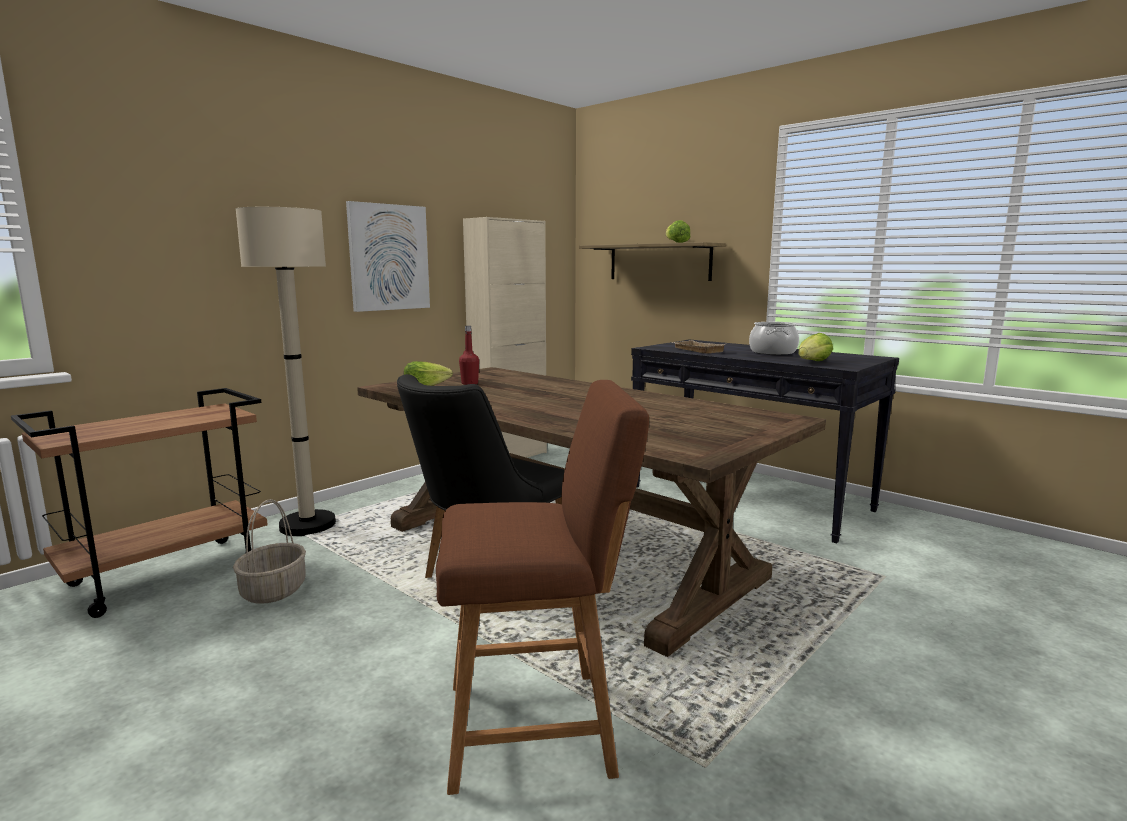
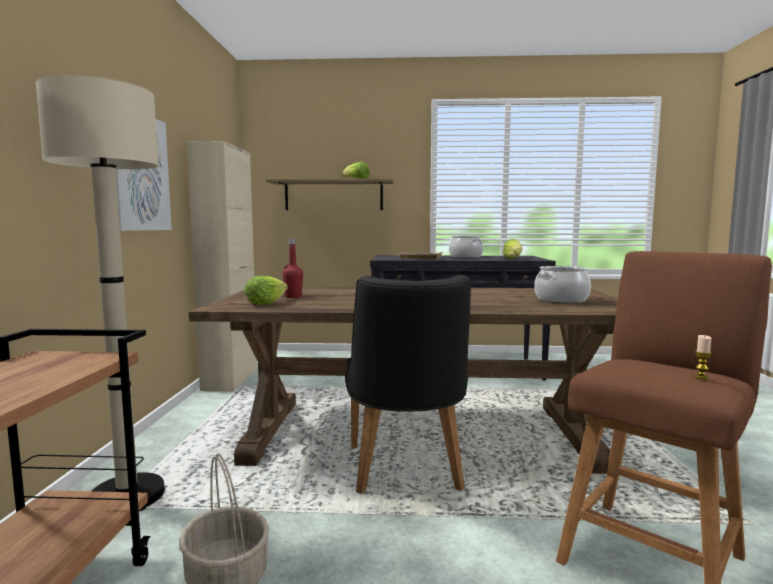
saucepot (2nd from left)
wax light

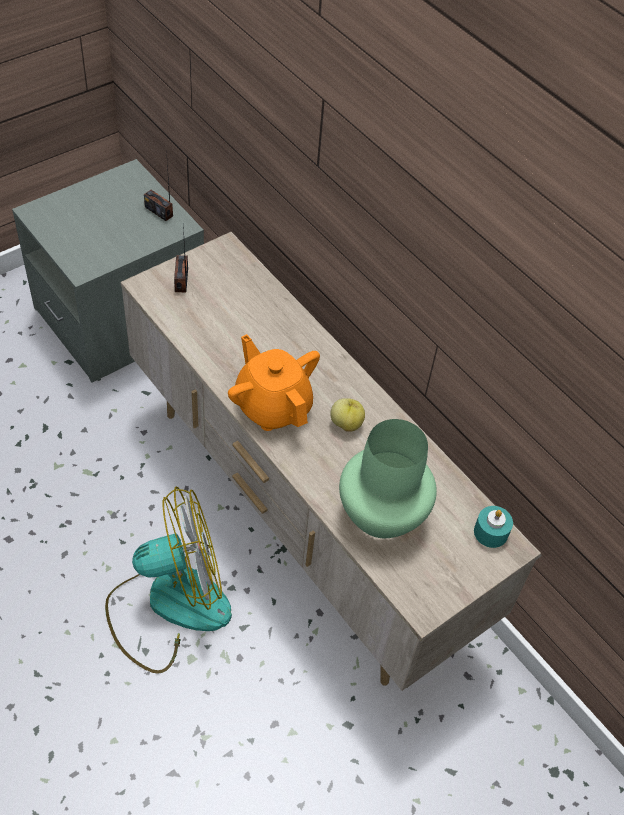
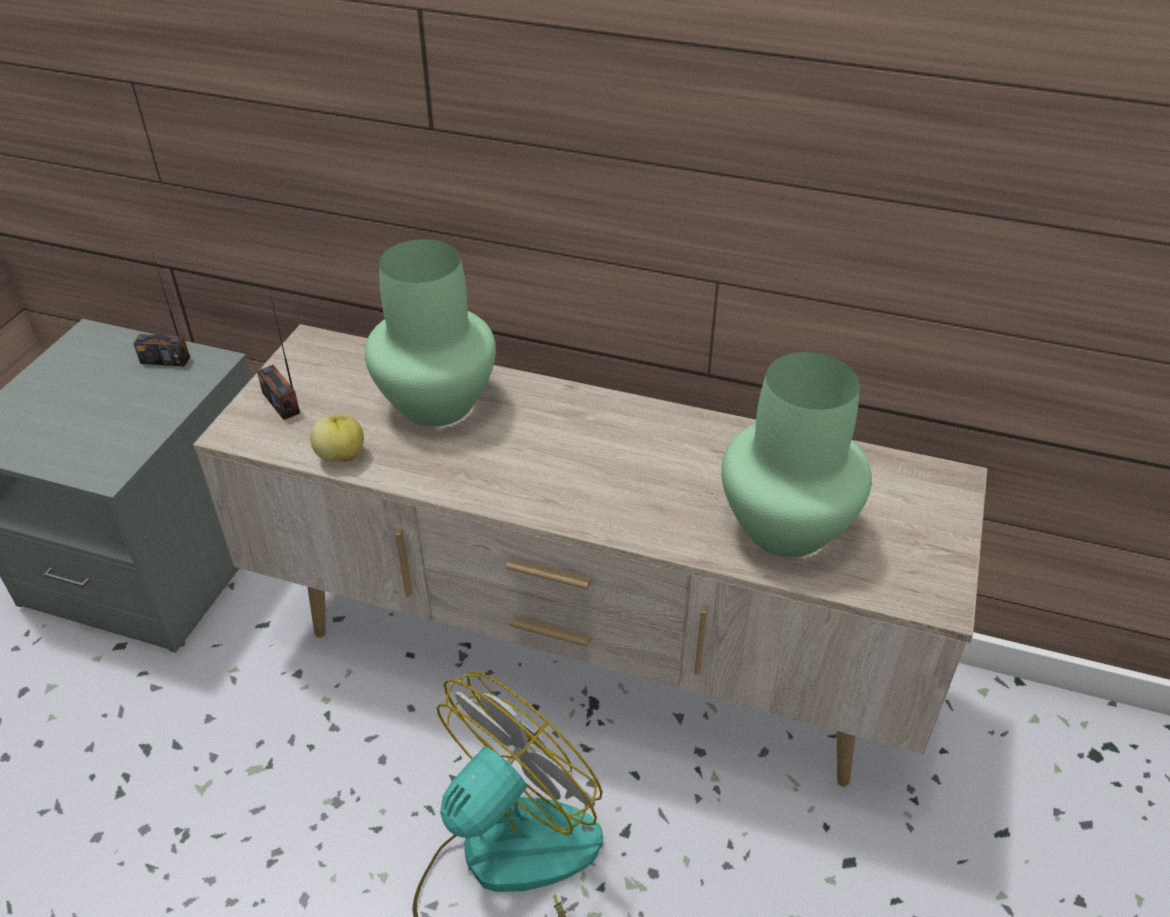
orange-coloured pot for tea
apple
turquoise wax light
greenish decorative vase (1st from left)

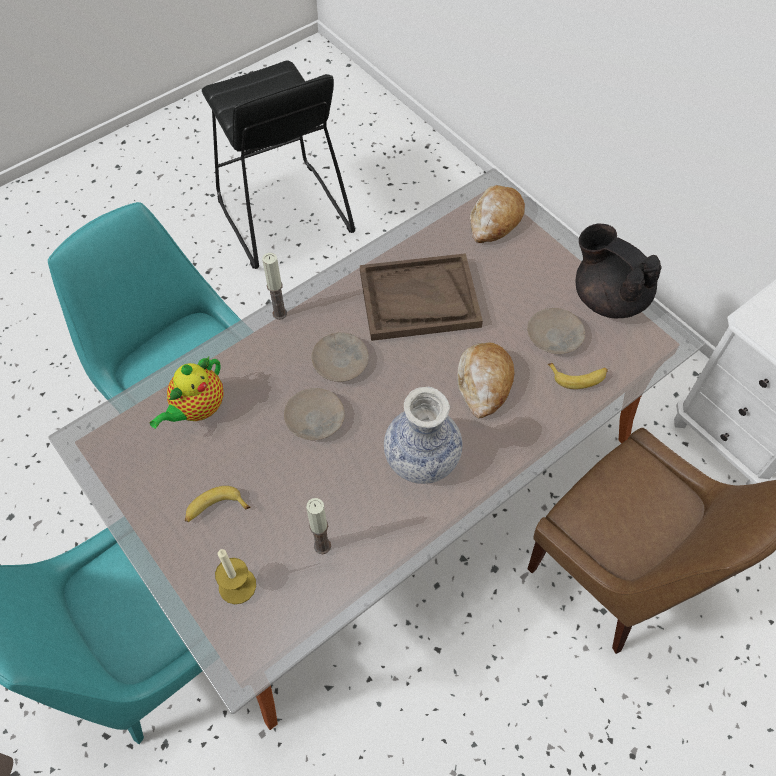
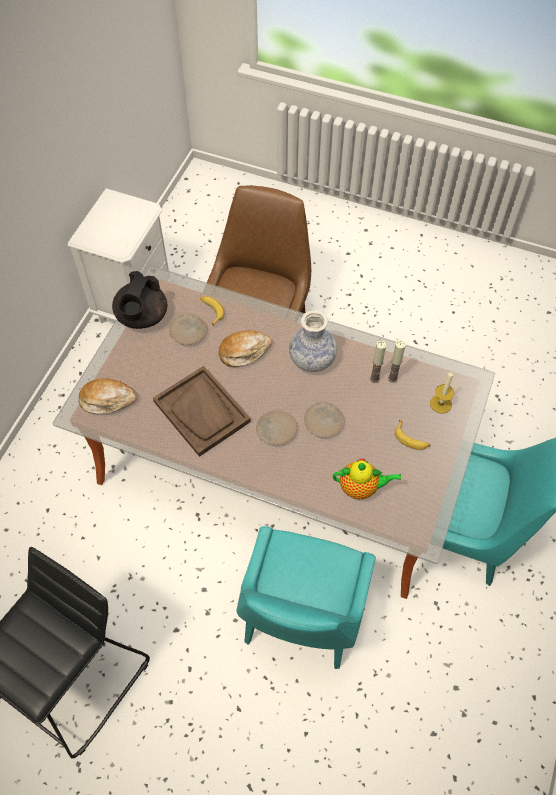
wax light (1st from left)

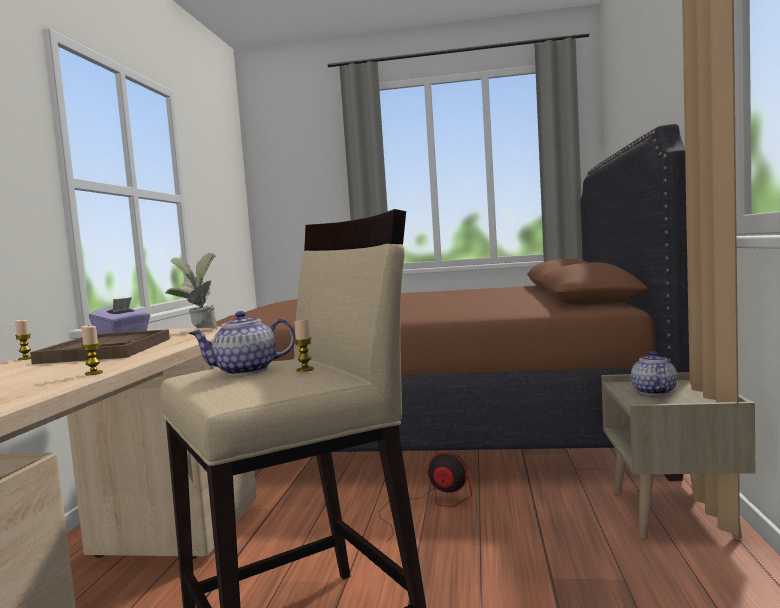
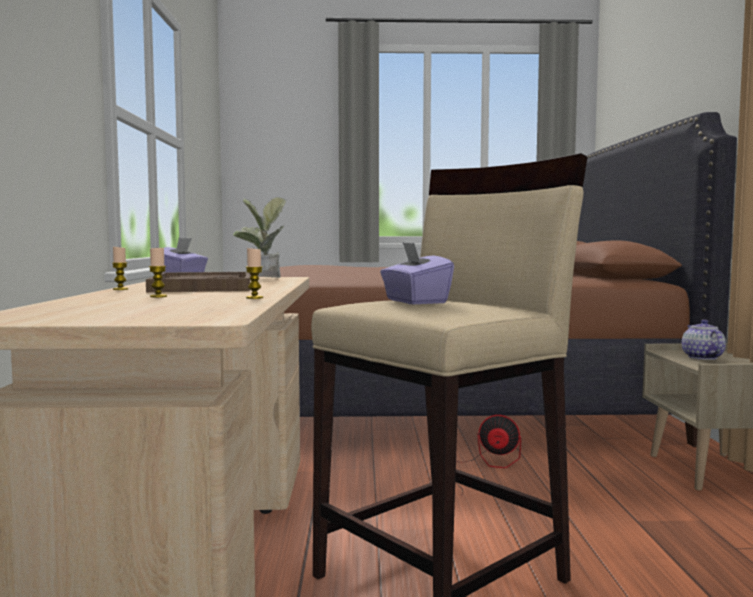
purple-coloured tissue box (2nd from left)
wax light (2nd from left)

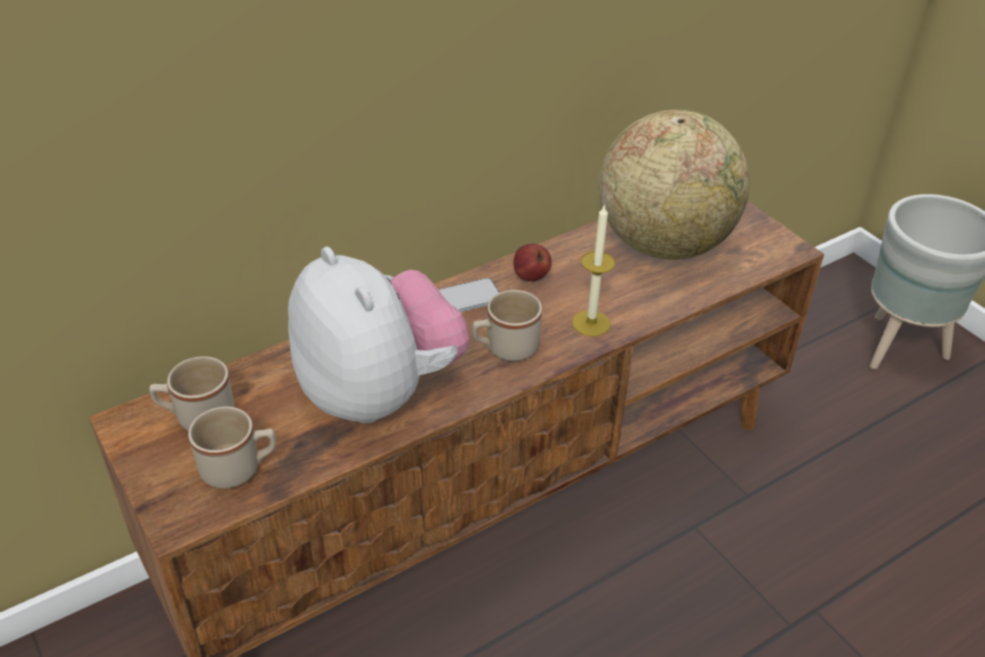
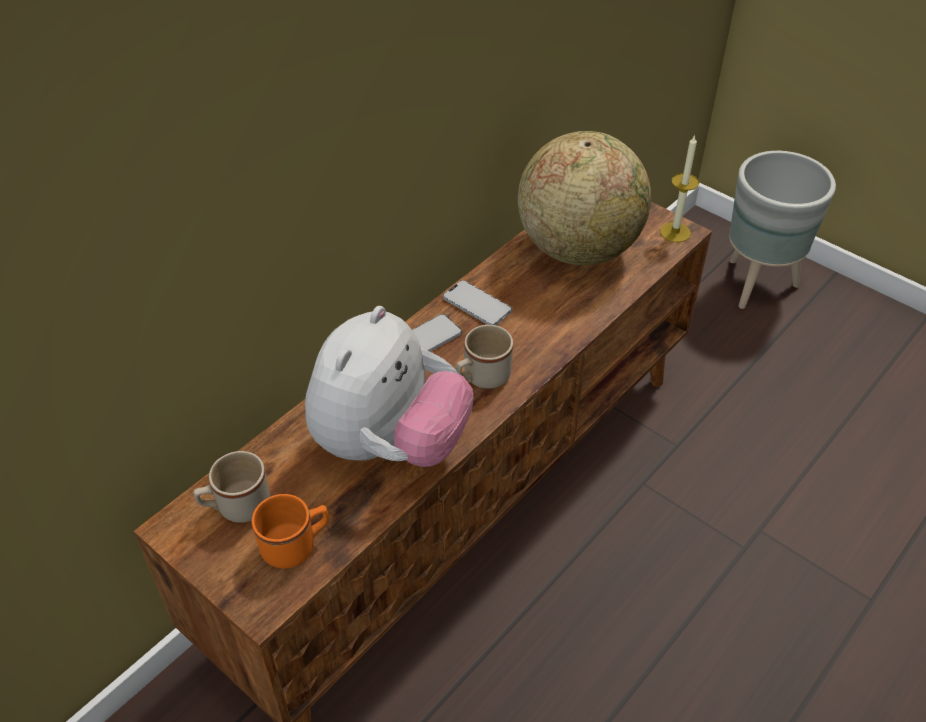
orange-coloured coffee mug
cuddly toy
handset (2nd from left)
wax light

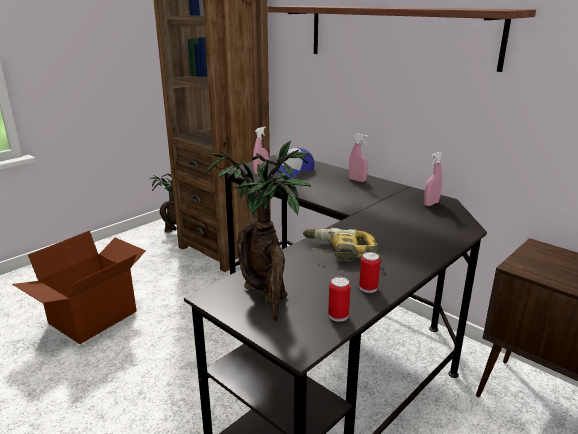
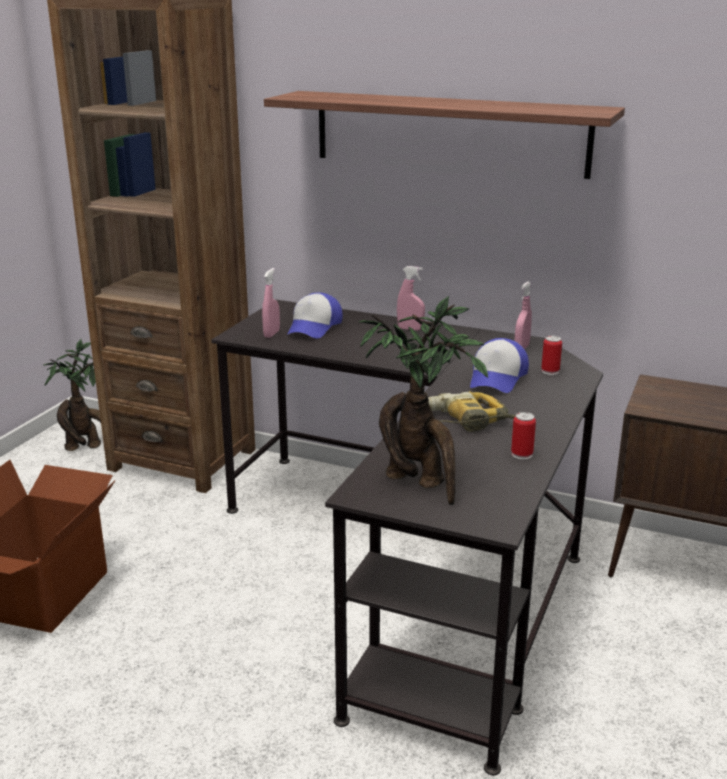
metal can (2nd from left)
peaked cap (2nd from left)

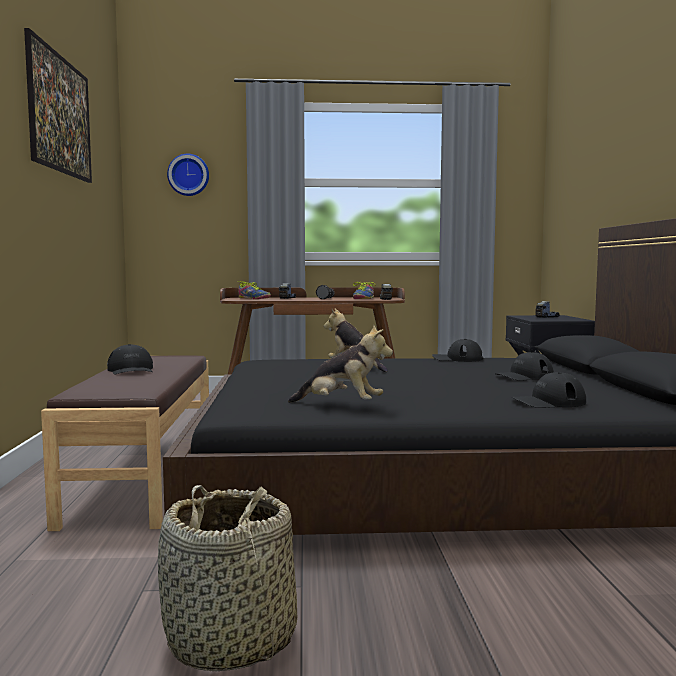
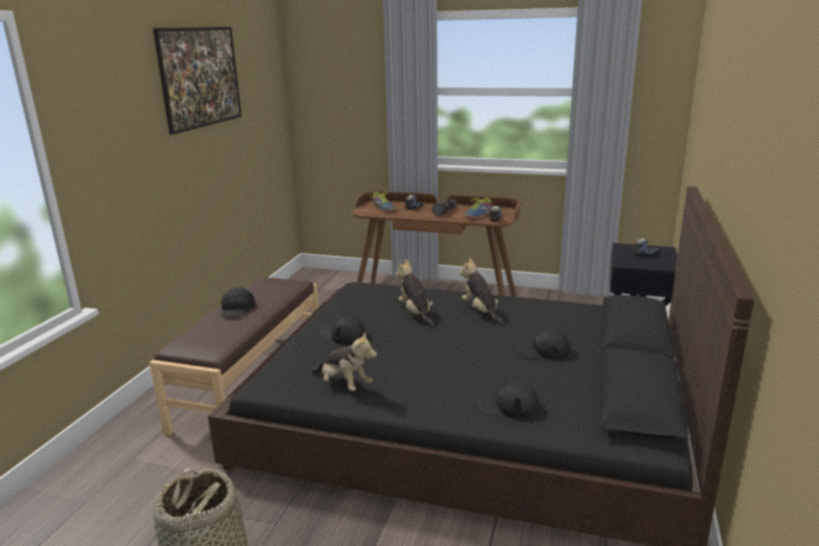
wall clock
blackish peaked cap (2nd from left)
cuddly toy (3rd from left)

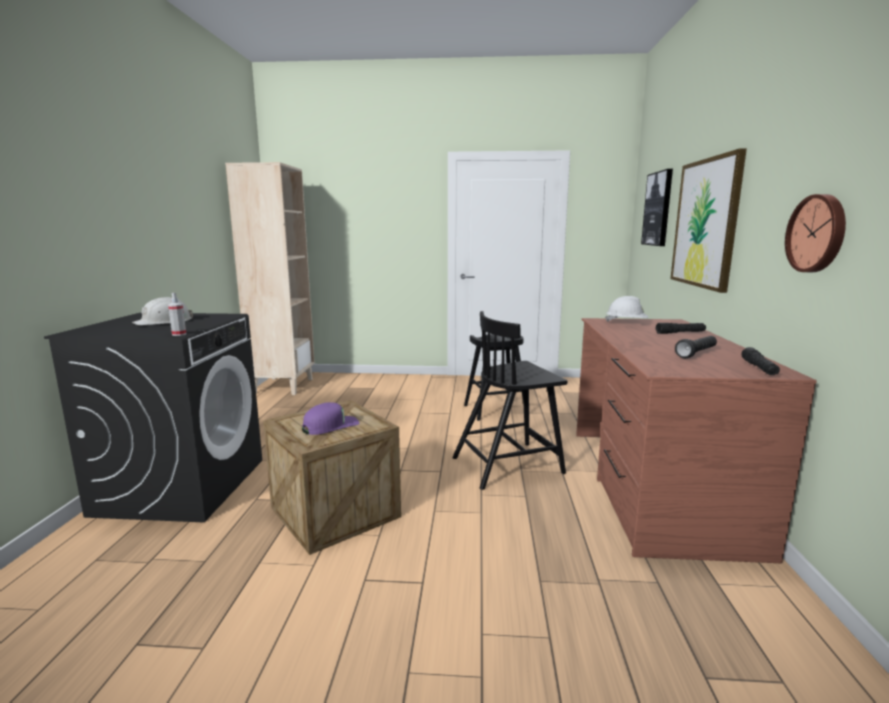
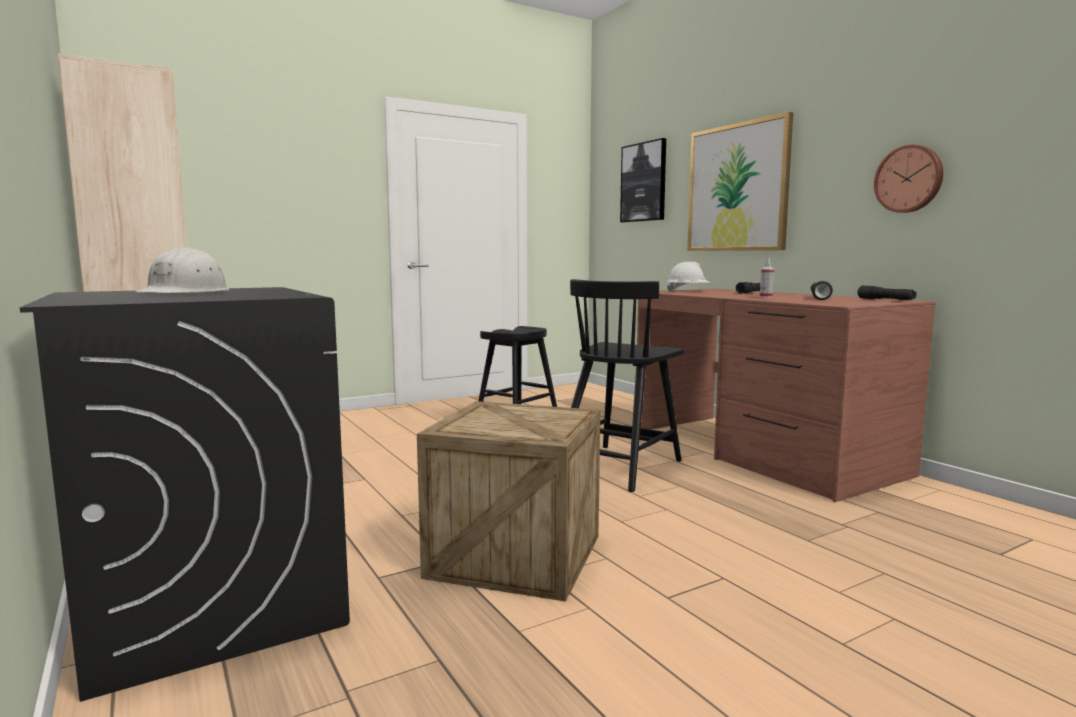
sprayer
purple-coloured peaked cap

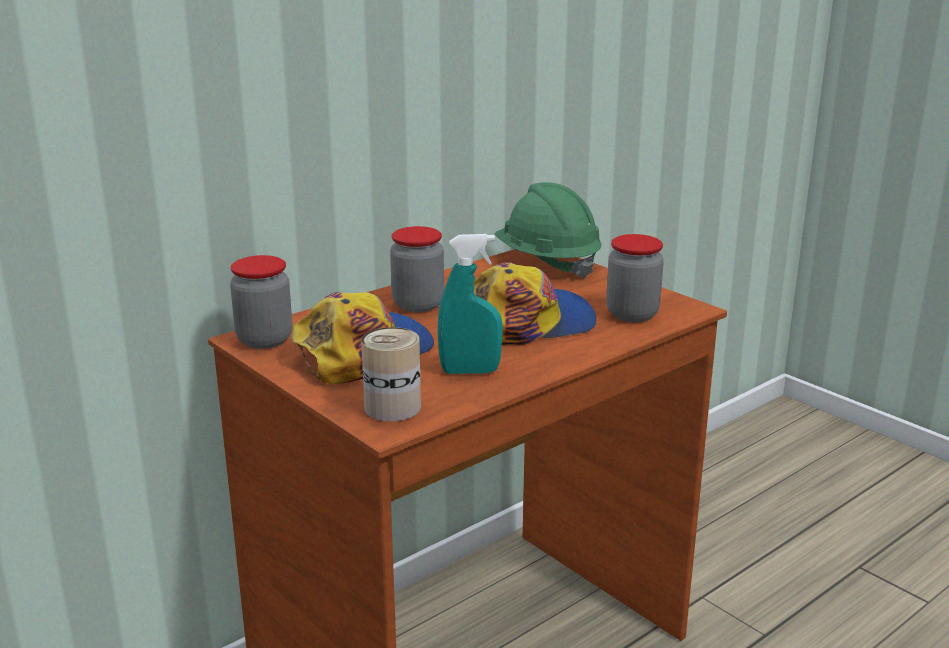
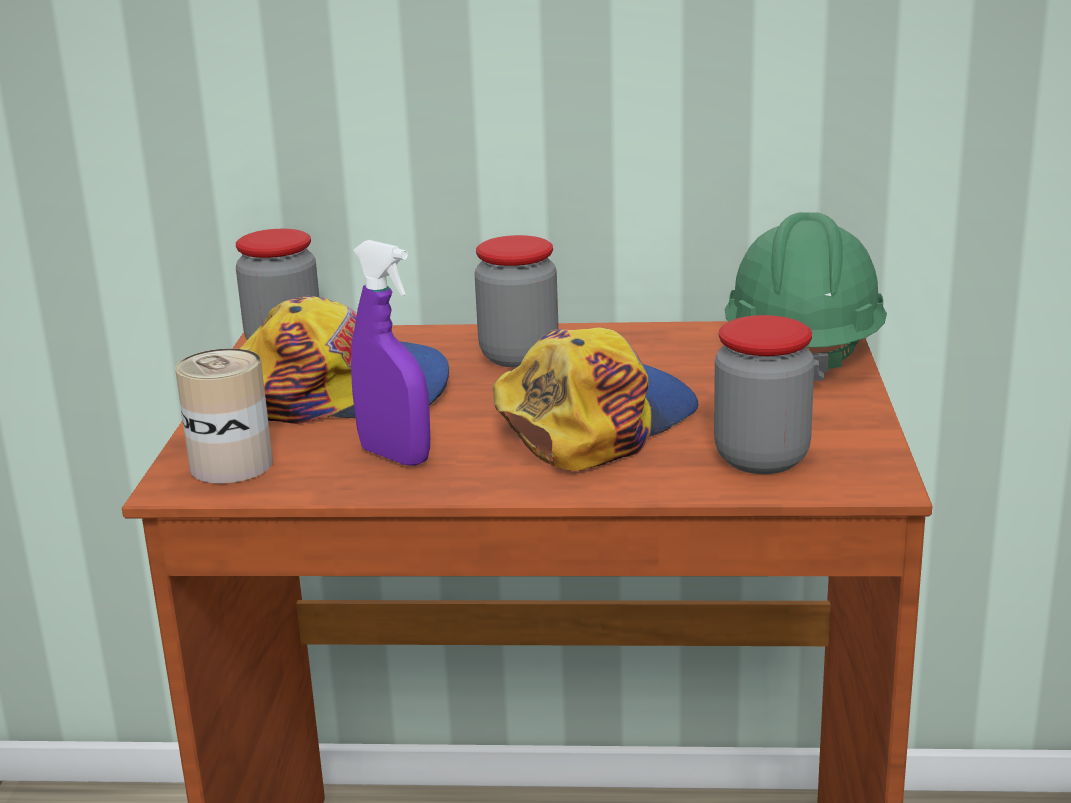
purple-coloured sprayer
peaked cap (2nd from left)

